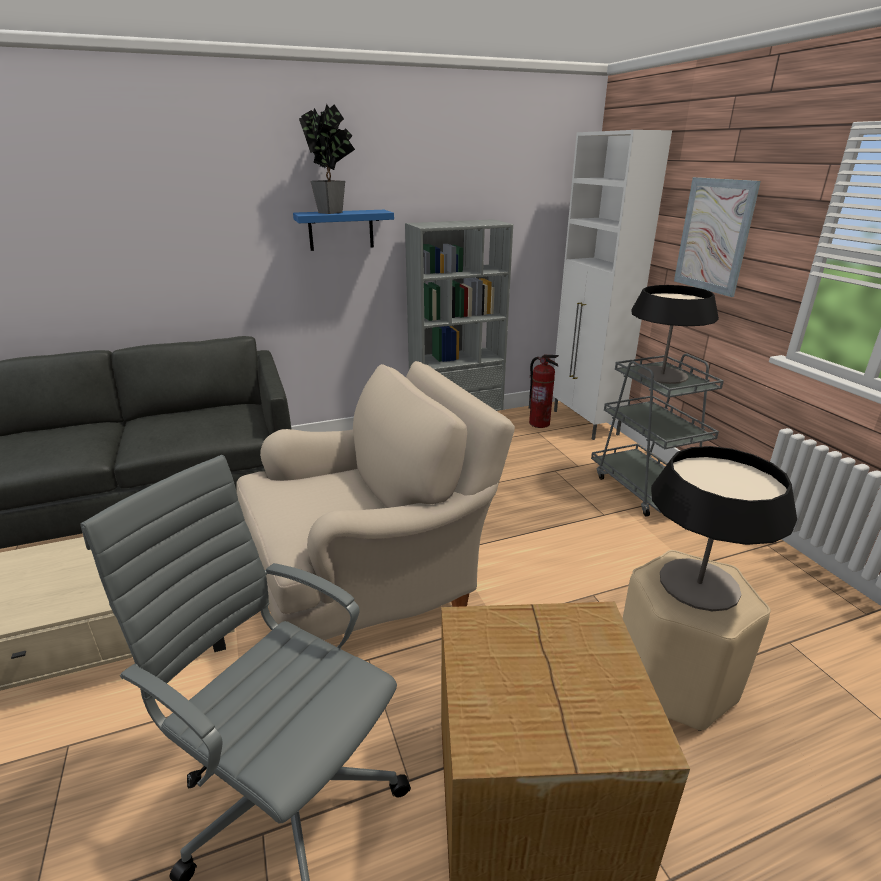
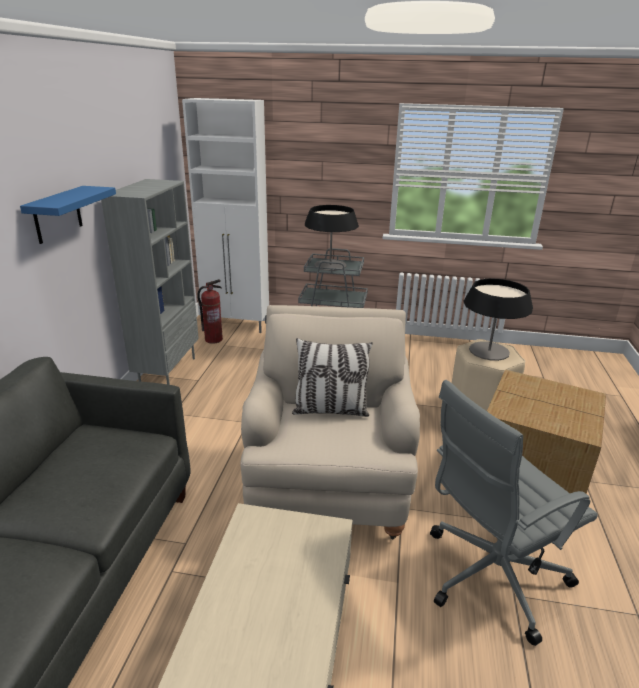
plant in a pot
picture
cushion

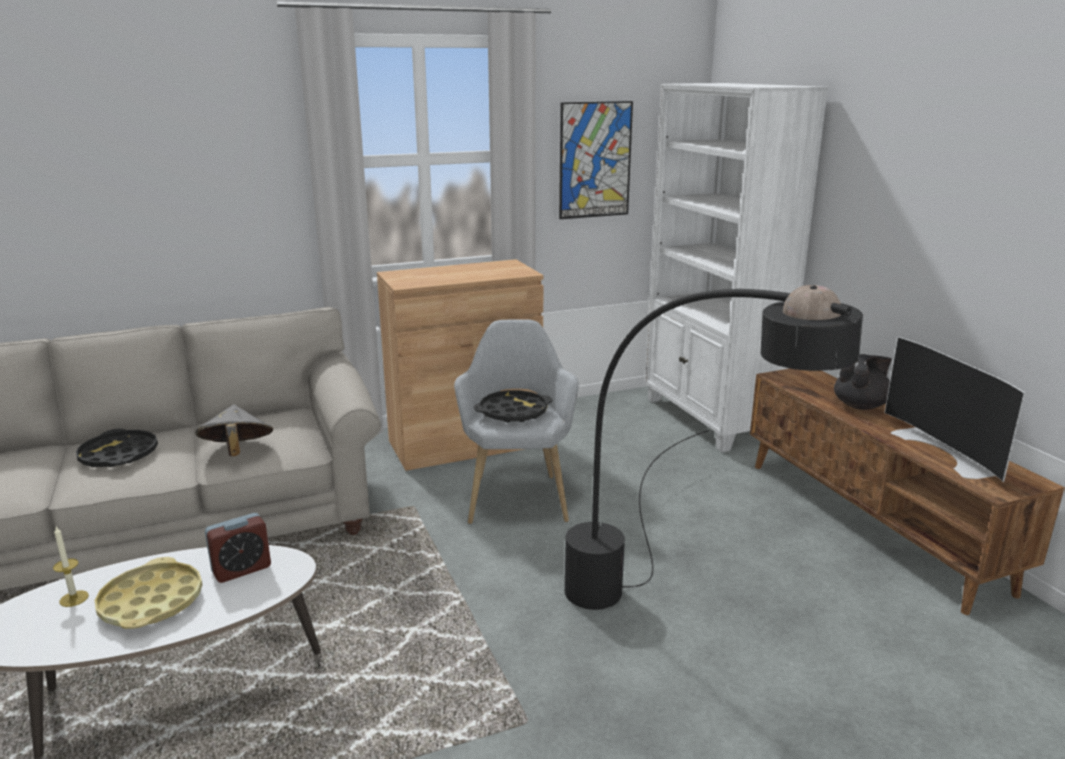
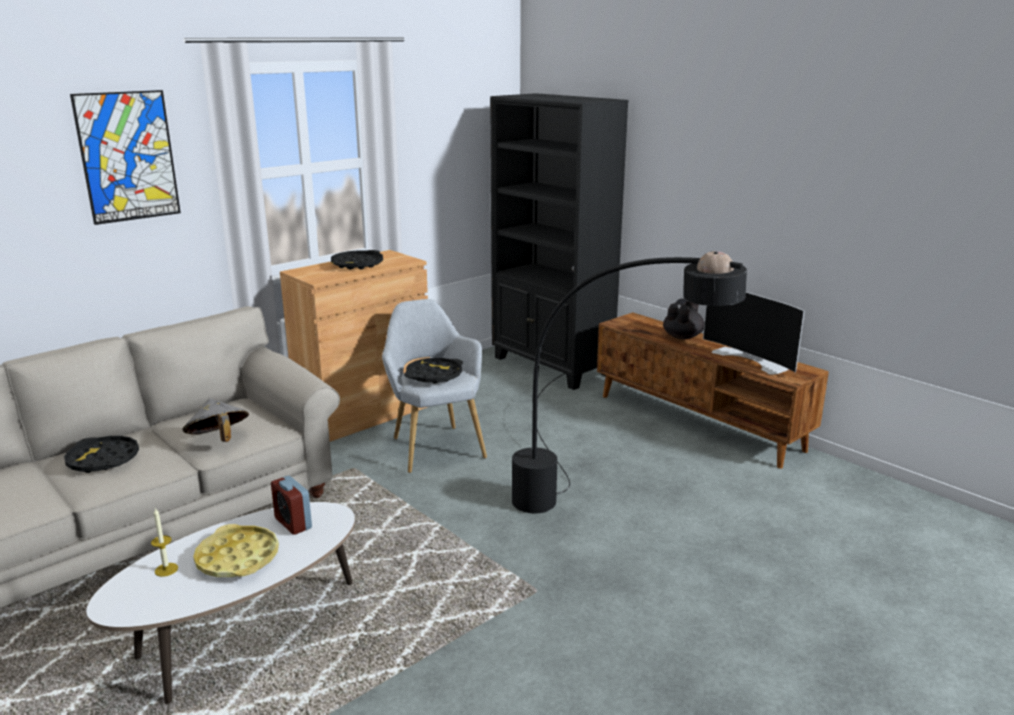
table clock
picture
blackish bookshelf
blackish carrying tray (2nd from left)

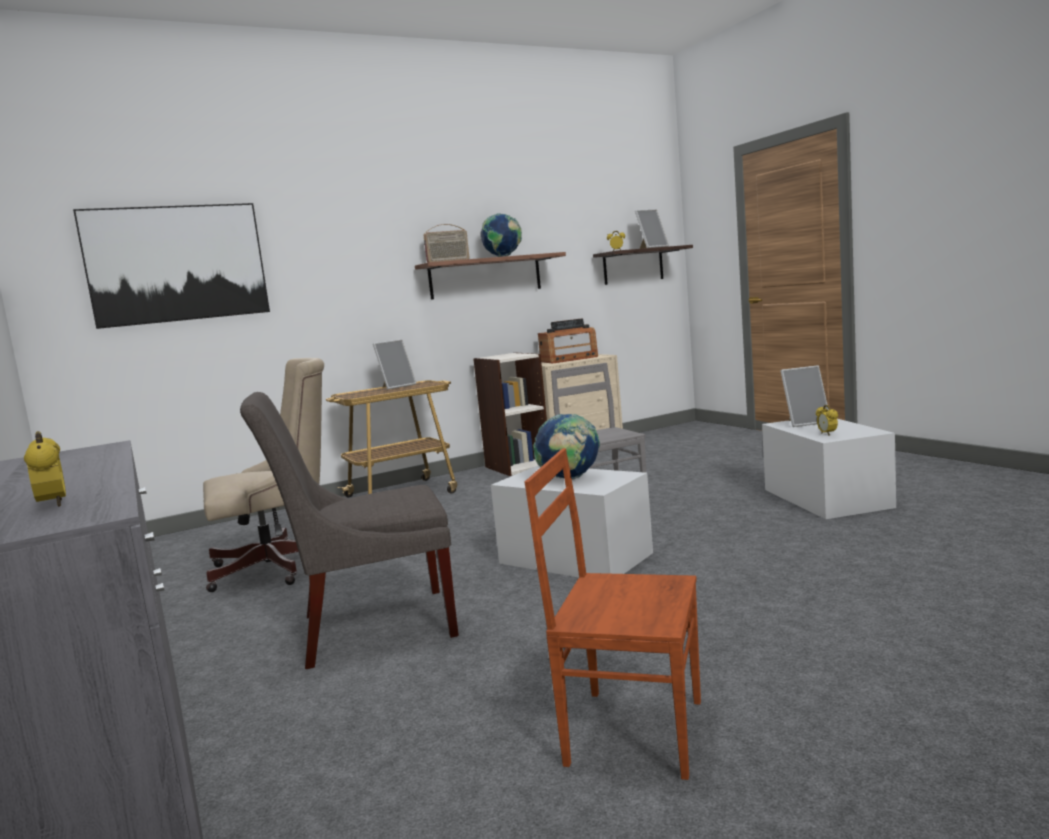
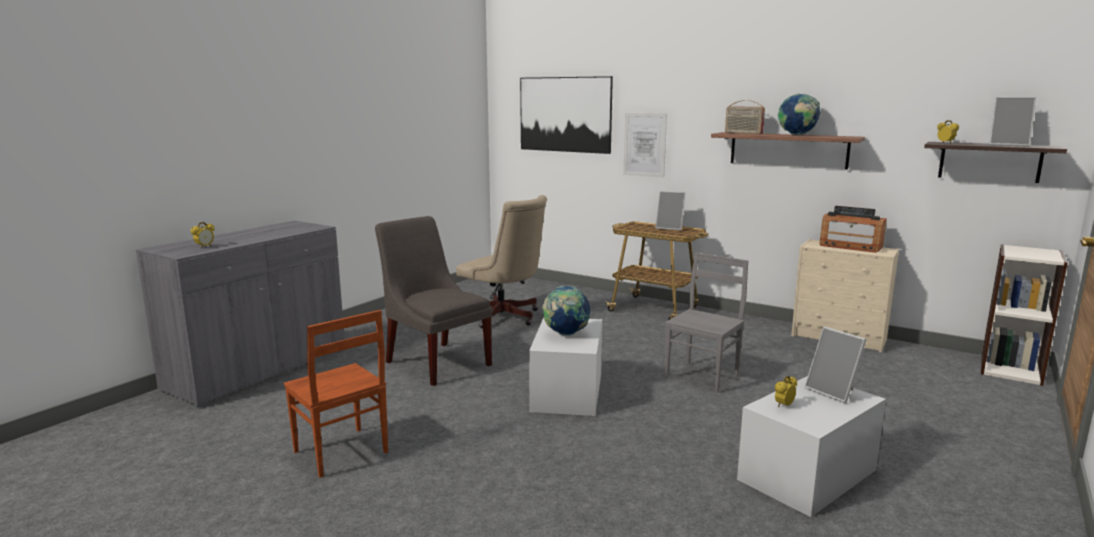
bookshelf
brown-coloured chair
picture (2nd from left)

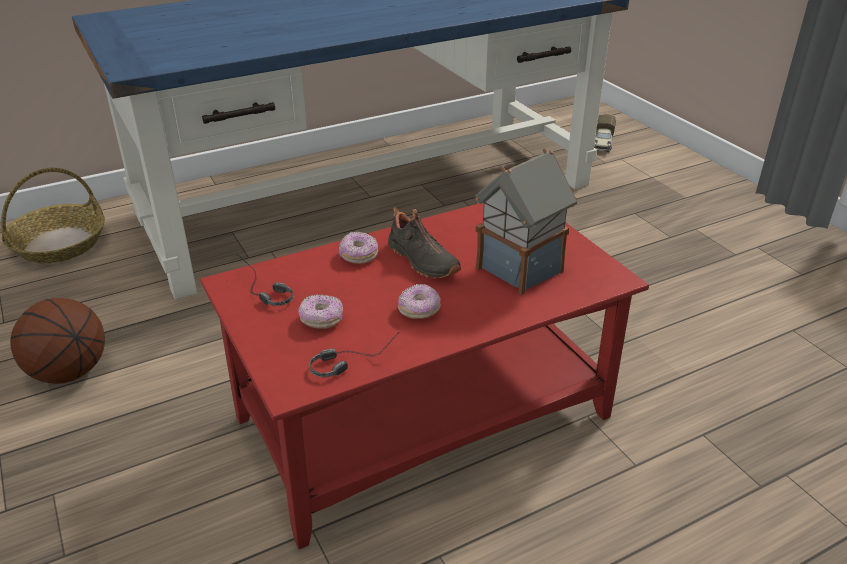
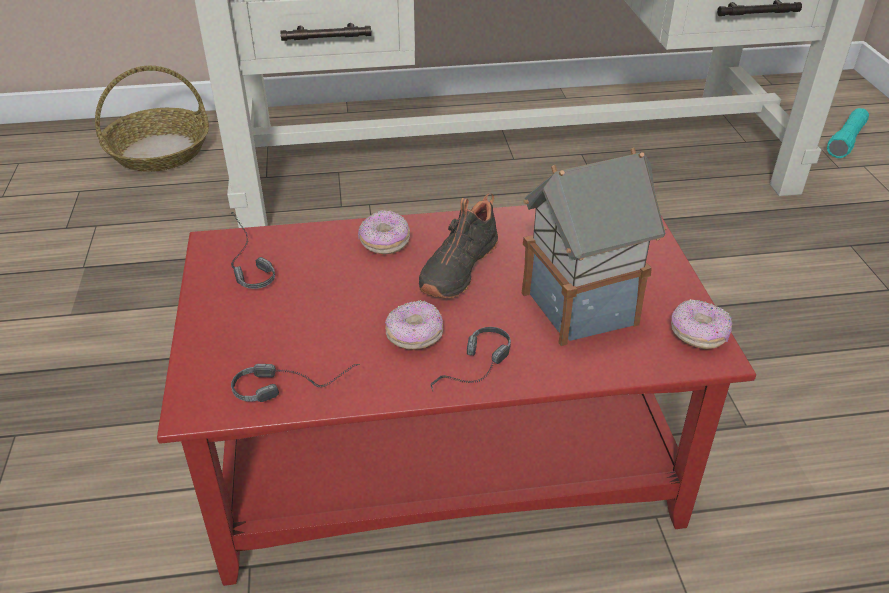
basketball
doughnut (3rd from left)
blackish shoe
turquoise flashlight
headphones (3rd from left)

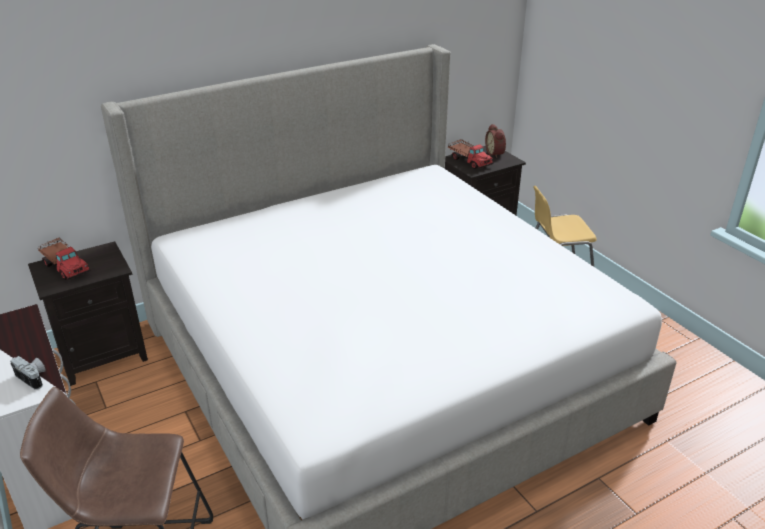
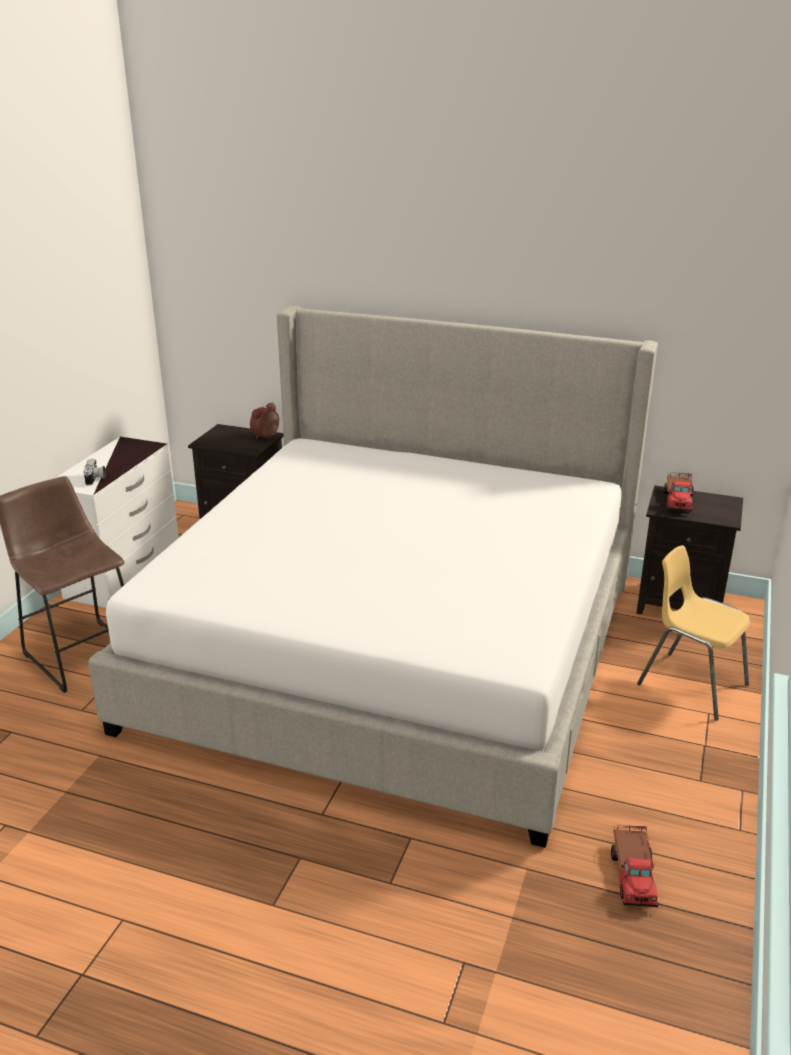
toy lorry (1st from left)
table clock

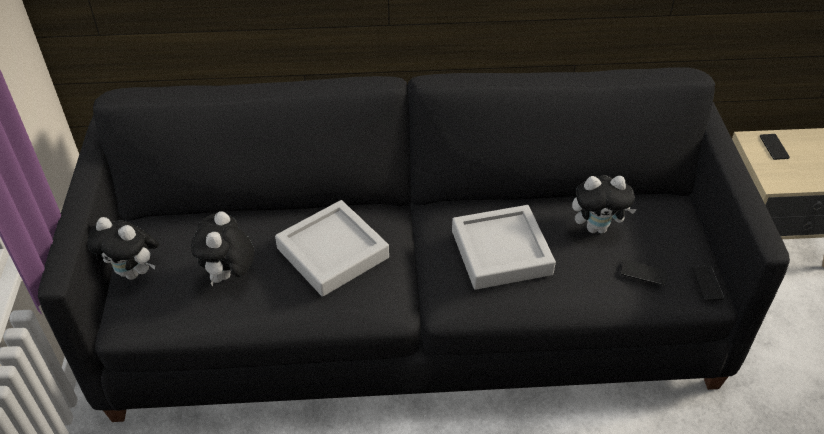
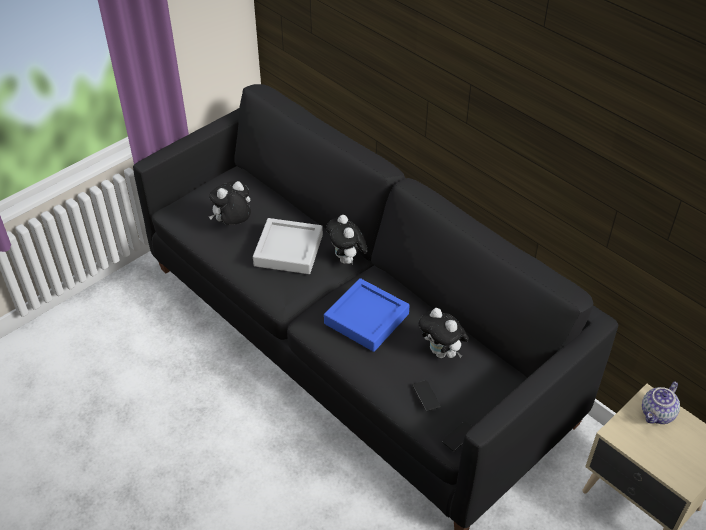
cuddly toy (2nd from left)
blue carrying tray
pot for tea

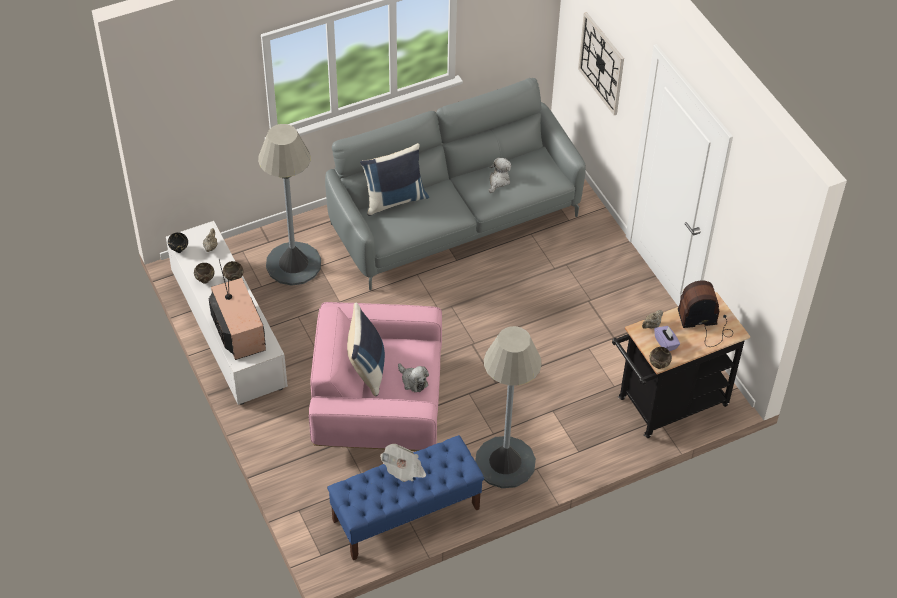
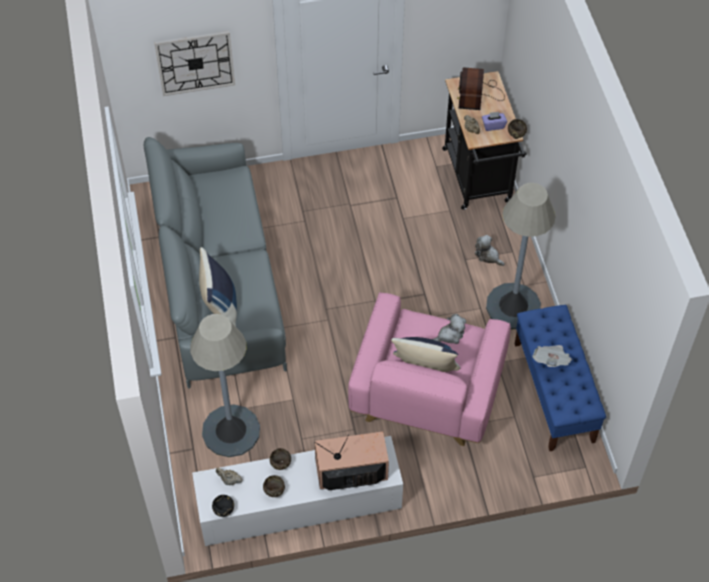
cuddly toy (2nd from left)

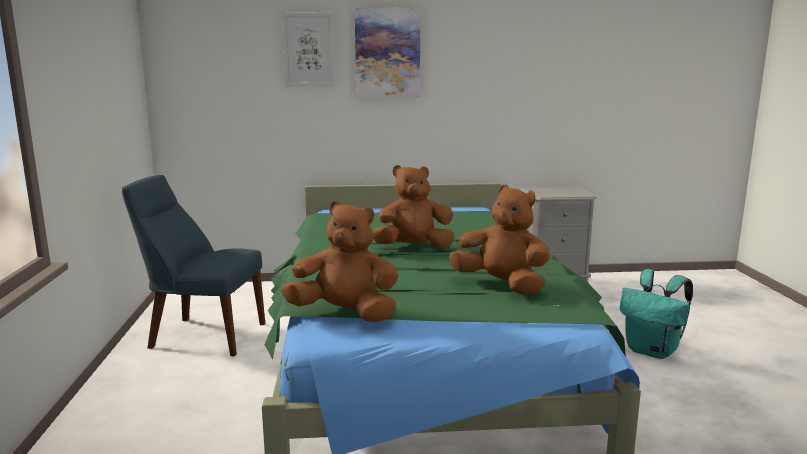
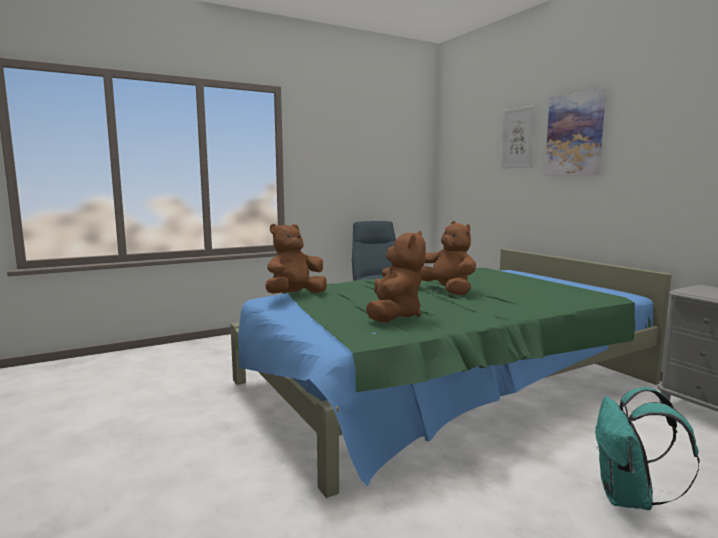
brown-coloured cuddly toy (1st from left)

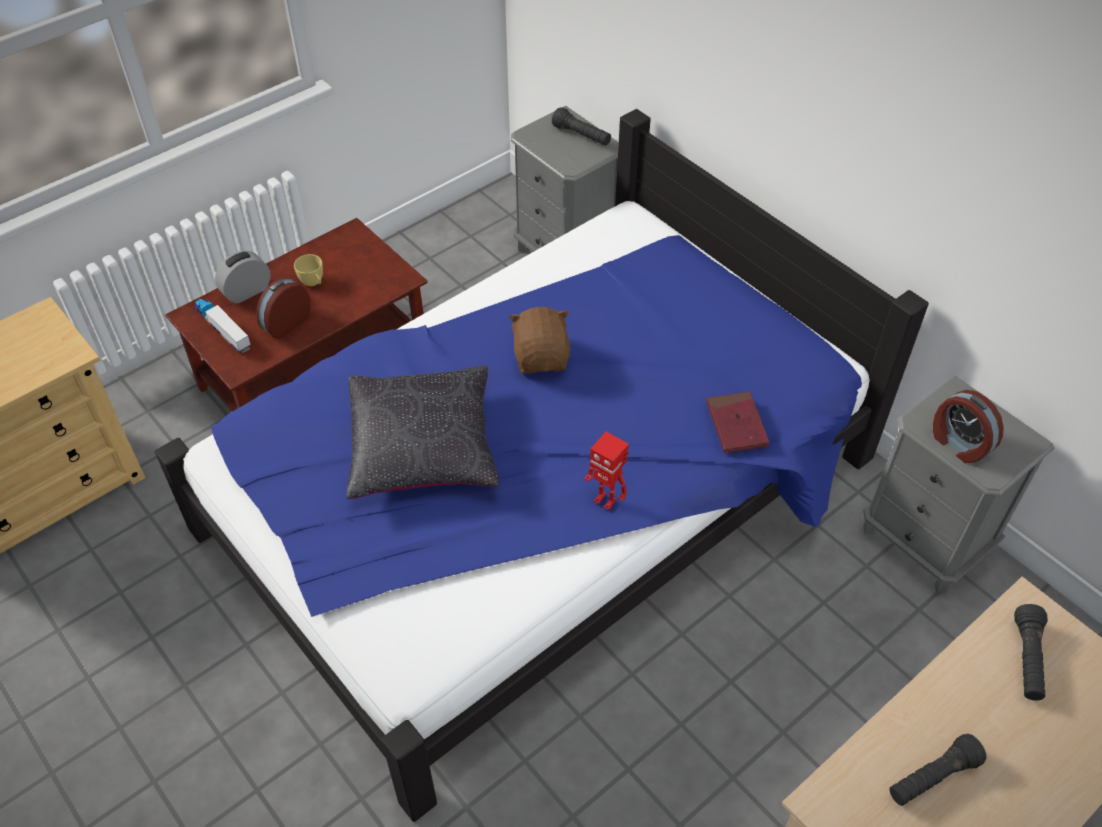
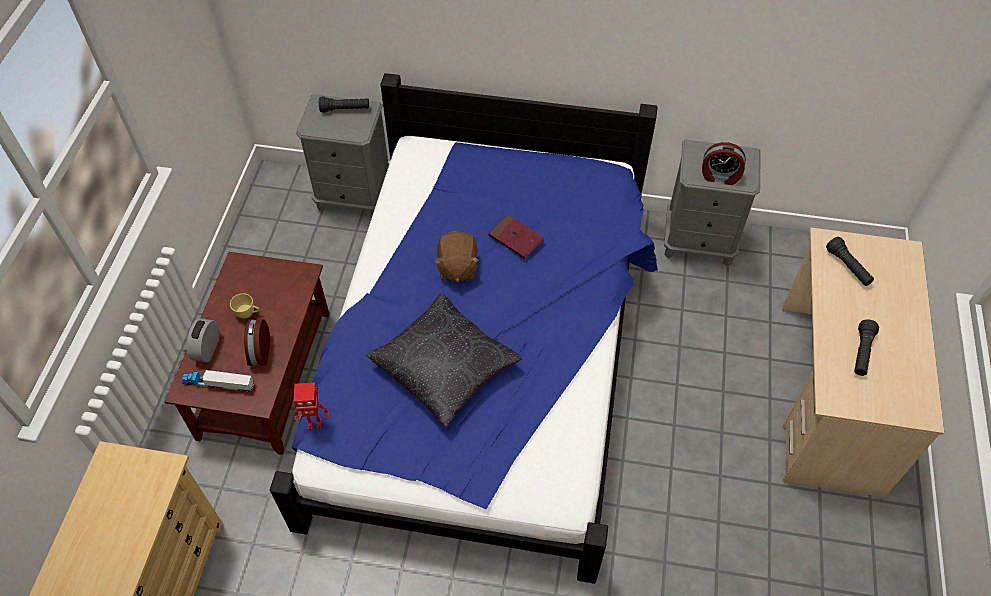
brown-coloured cuddly toy
toy robot
red-coloured book

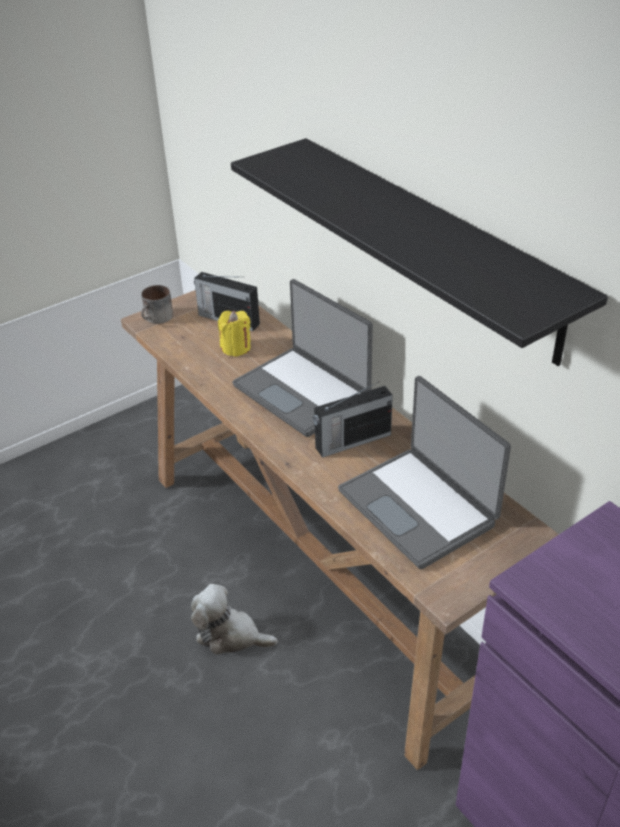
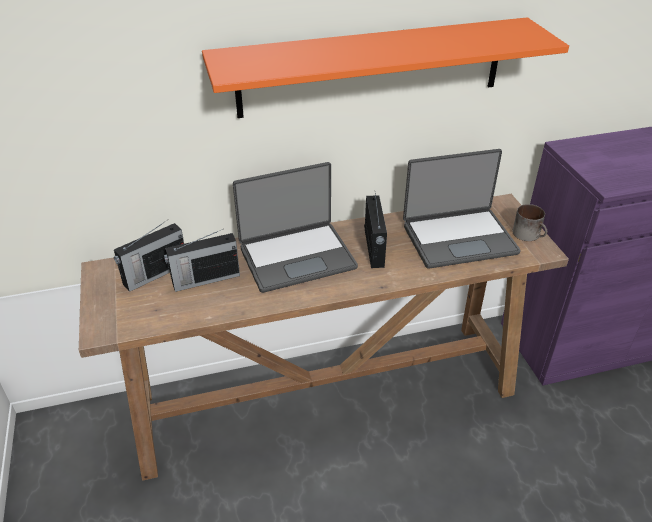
coffee mug
cuddly toy
radio set (2nd from left)
orange-coloured bracket shelf

